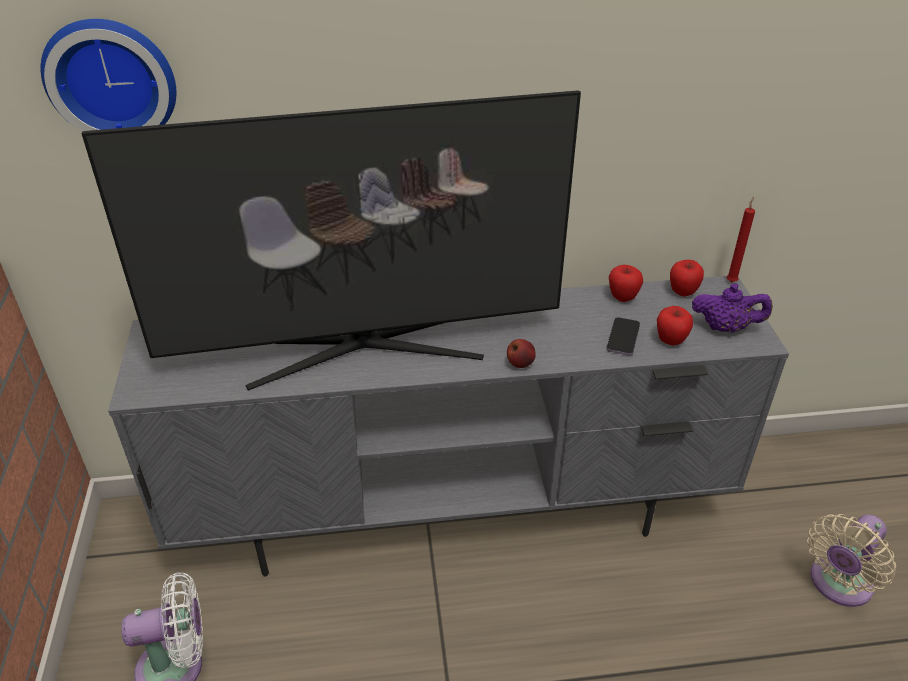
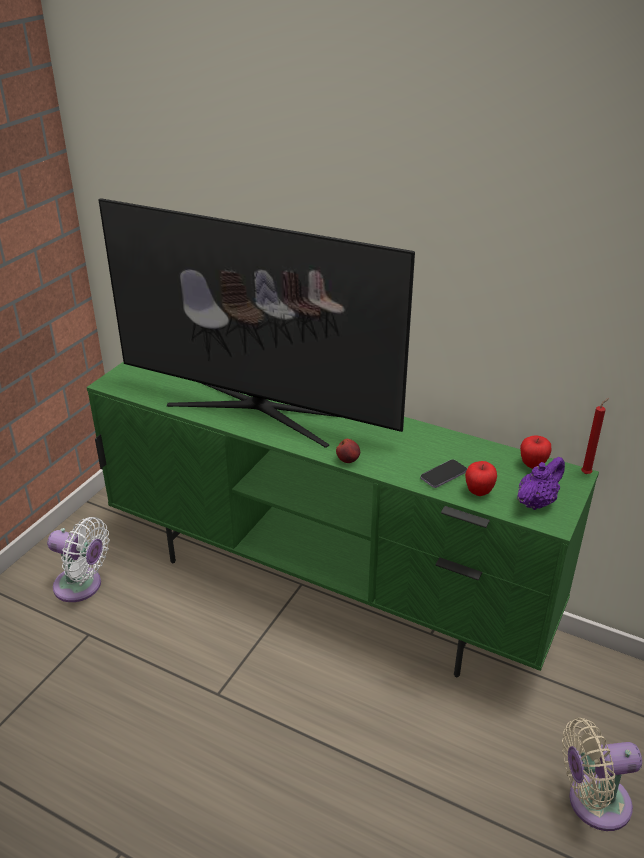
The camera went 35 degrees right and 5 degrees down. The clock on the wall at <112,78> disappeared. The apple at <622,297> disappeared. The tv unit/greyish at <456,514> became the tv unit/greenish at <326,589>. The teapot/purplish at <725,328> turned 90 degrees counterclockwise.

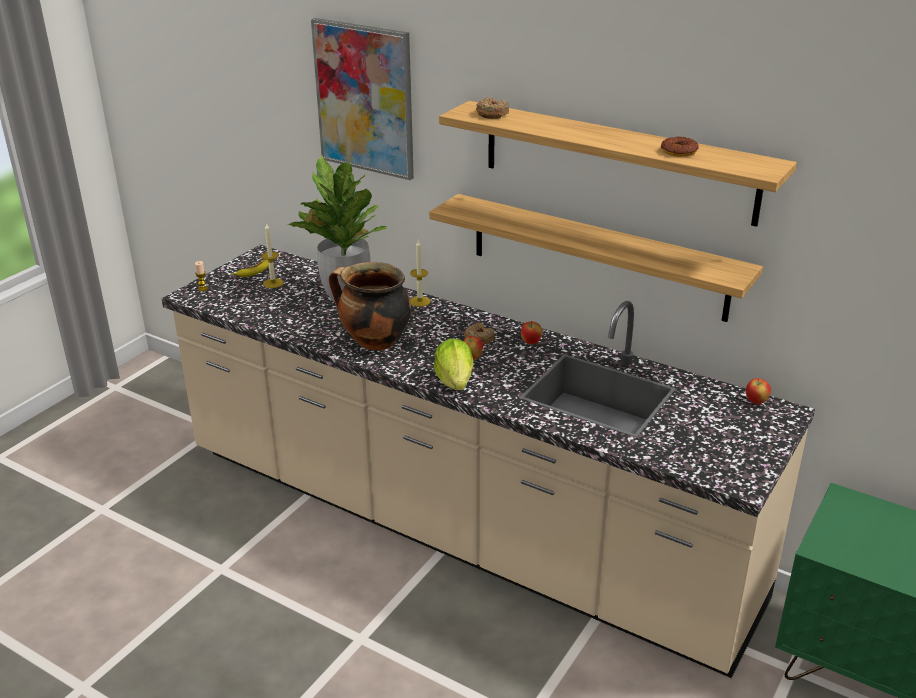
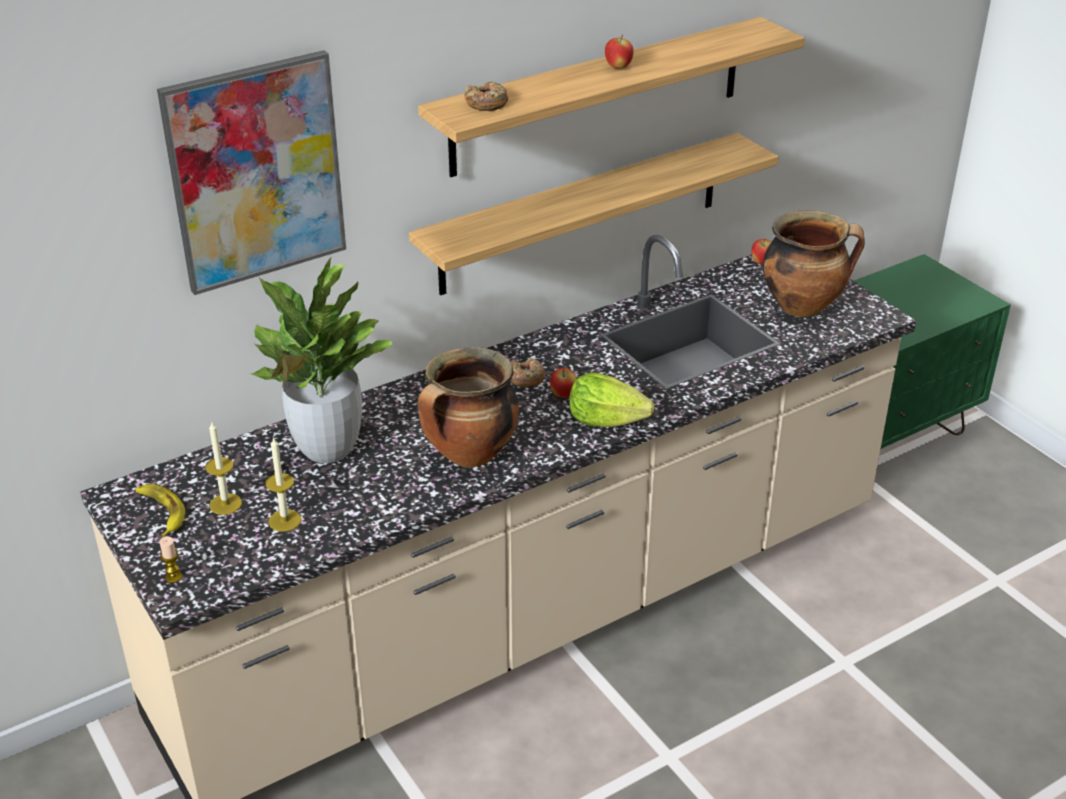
The camera went 65 degrees left and 5 degrees up. The doughnut at <678,151> disappeared. The stockpot at <803,306> appeared. The wax candle moved from <419,301> to <285,520>. The apple moved from <531,342> to <618,67>.

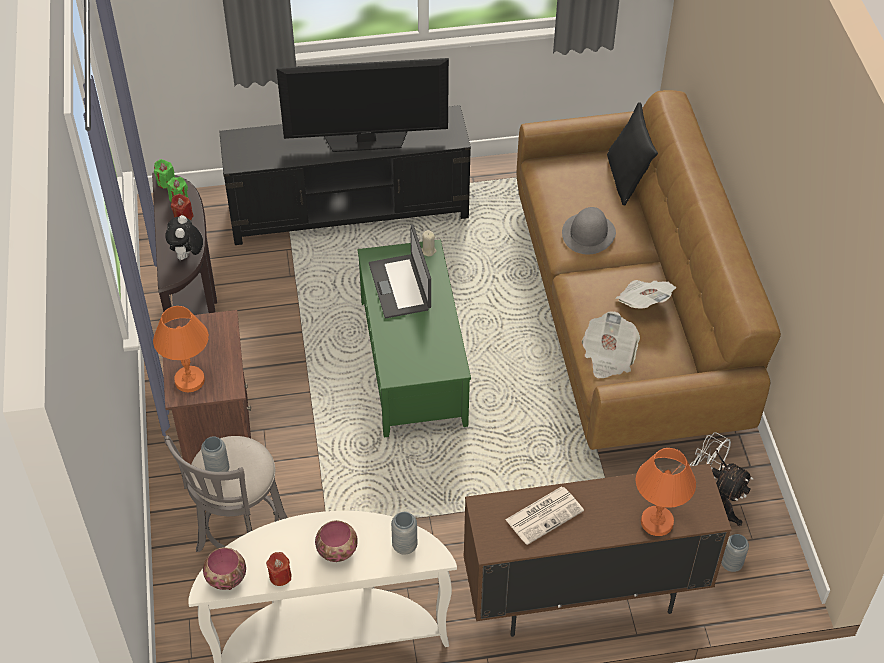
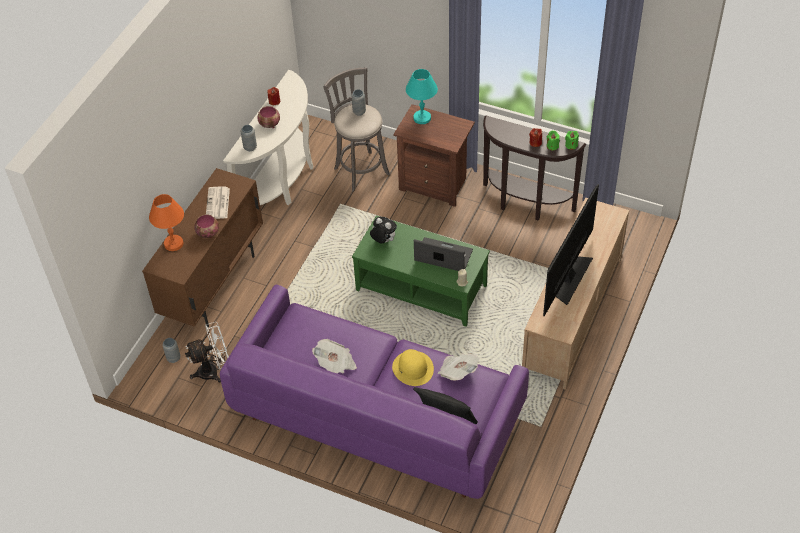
The camera went 125 degrees right and 0 degrees up. The plush toy moved from <187,256> to <383,241>. The deep dish moved from <225,578> to <208,233>. The newspaper moved from <608,356> to <458,372>. The table lamp/orange at <189,380> became the table lamp/blue-green at <421,118>. The tv unit/blackish at <350,210> became the tv unit/sand-coloured at <572,314>. The settee/brown at <628,313> became the settee/purplish at <375,416>. The hat/greyish at <588,233> became the hat/yellowish at <413,368>.

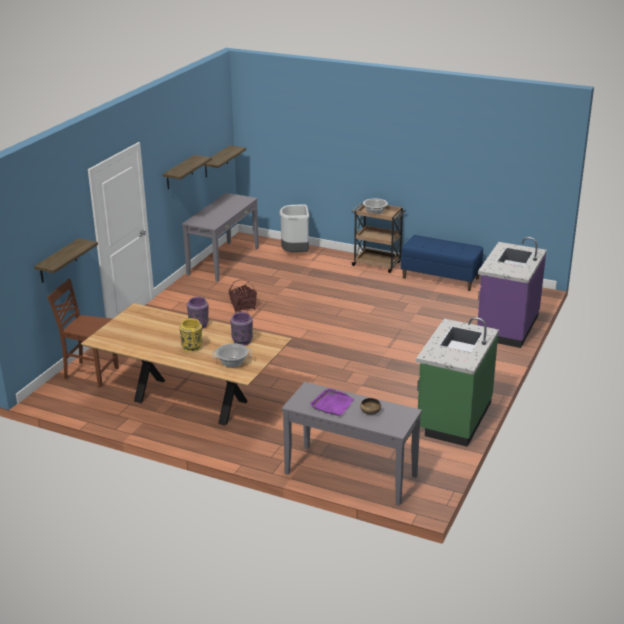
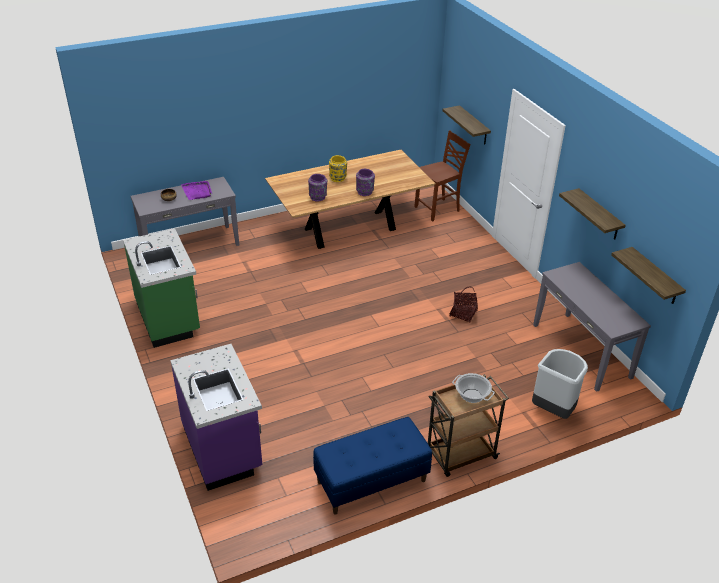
The camera went 130 degrees right and 10 degrees up. The stockpot at <232,363> disappeared.

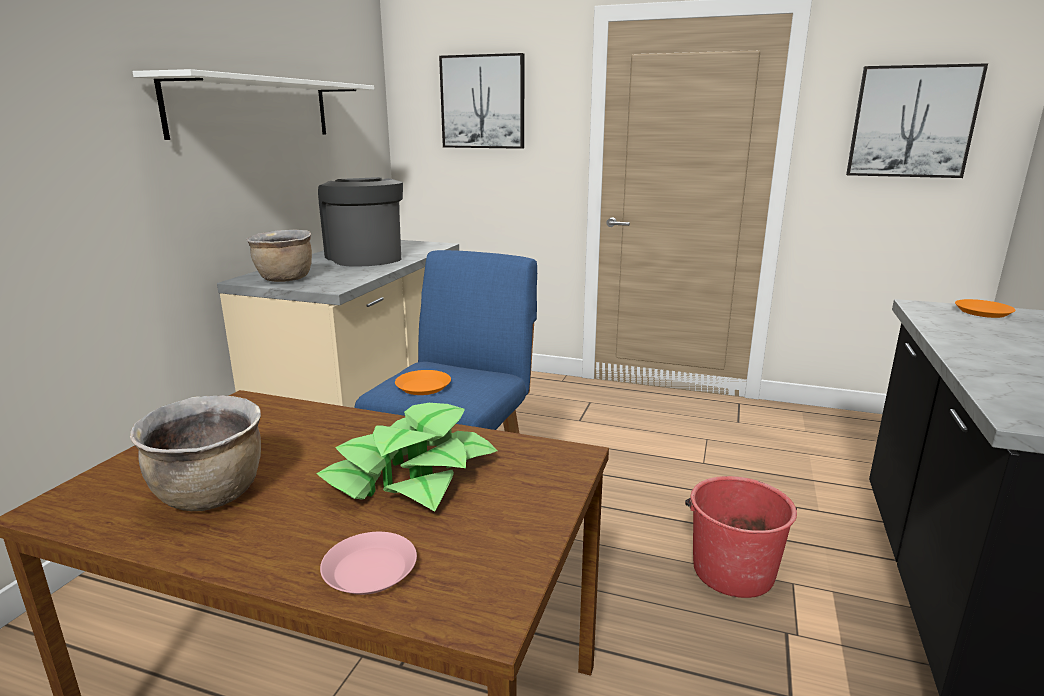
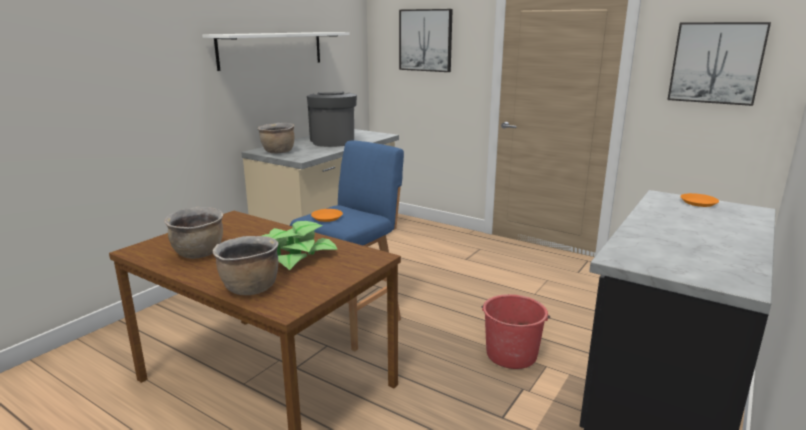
The camera went 15 degrees right and 0 degrees up. The plate/pink-coloured at <370,570> was replaced by the stockpot/brown at <250,288>.

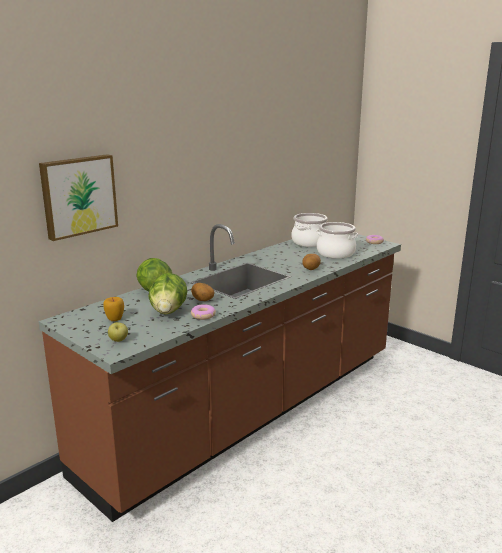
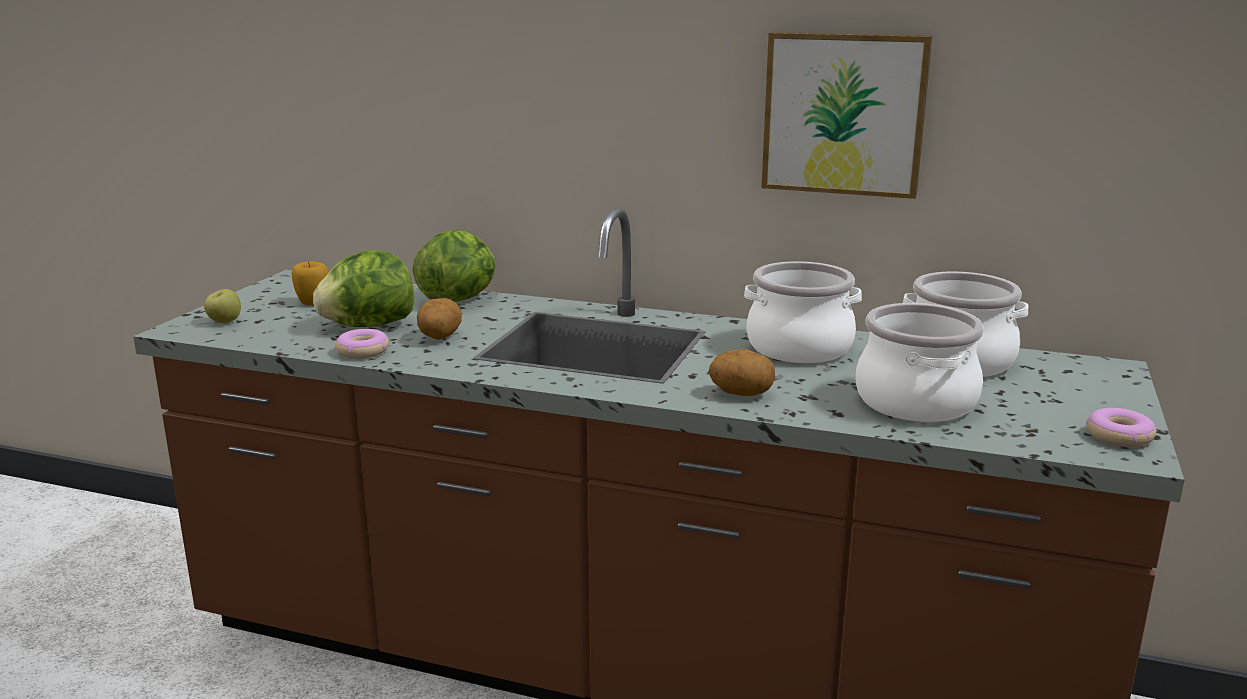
The camera went 65 degrees right and 0 degrees up. The stockpot at <799,347> appeared. The wall art moved from <78,195> to <844,113>.

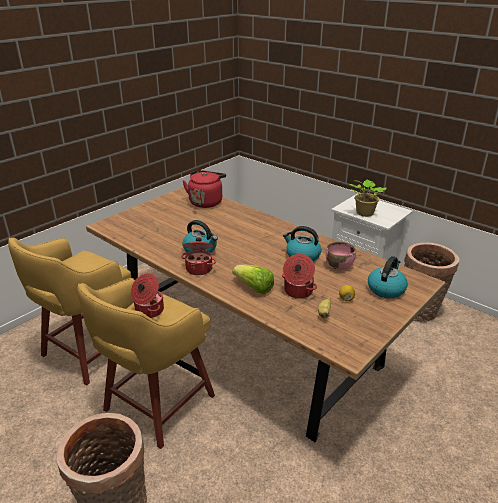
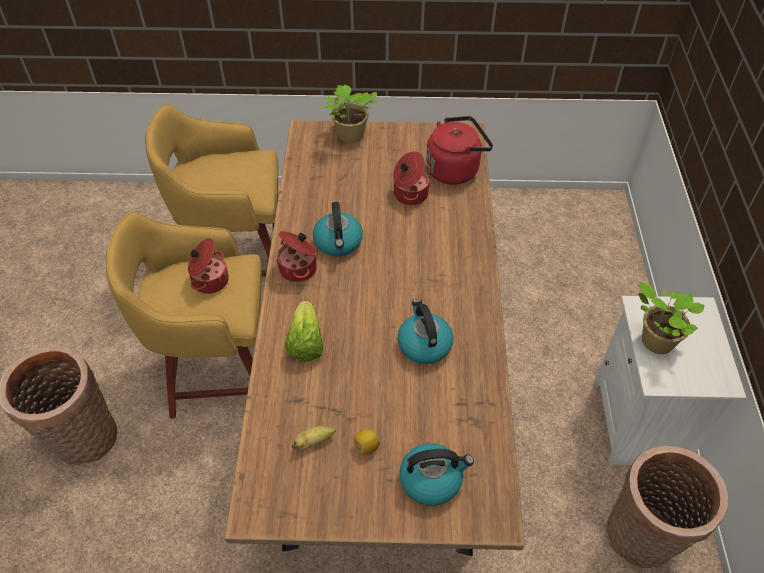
The camera went 50 degrees right and 20 degrees up. The deep dish/pink-coloured at <338,265> disappeared. The plant in a pot at <350,136> appeared. The stockpot moved from <297,291> to <409,194>.

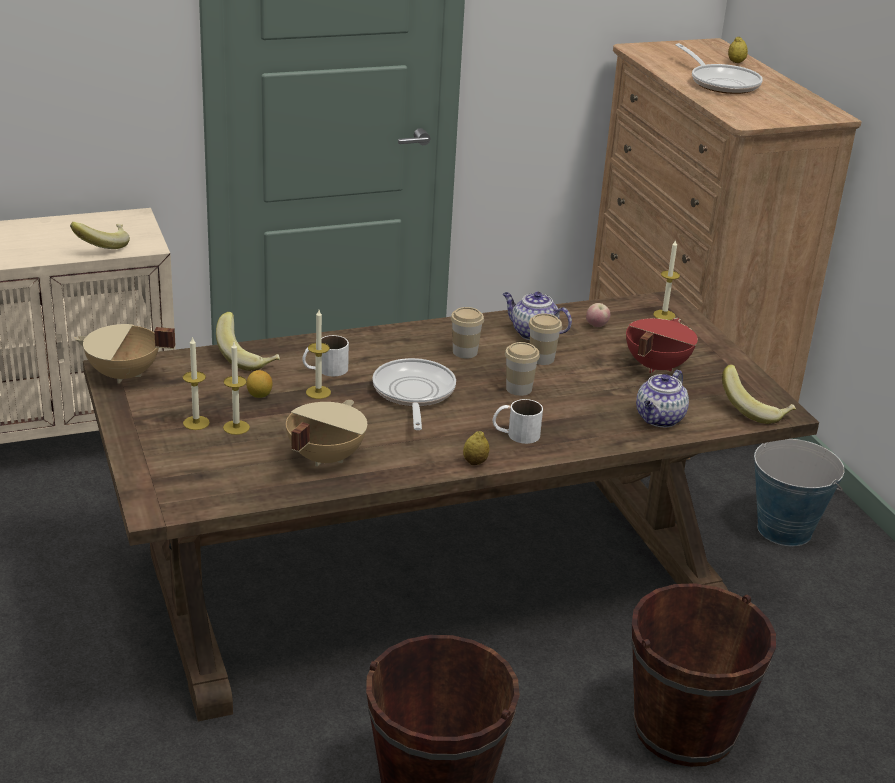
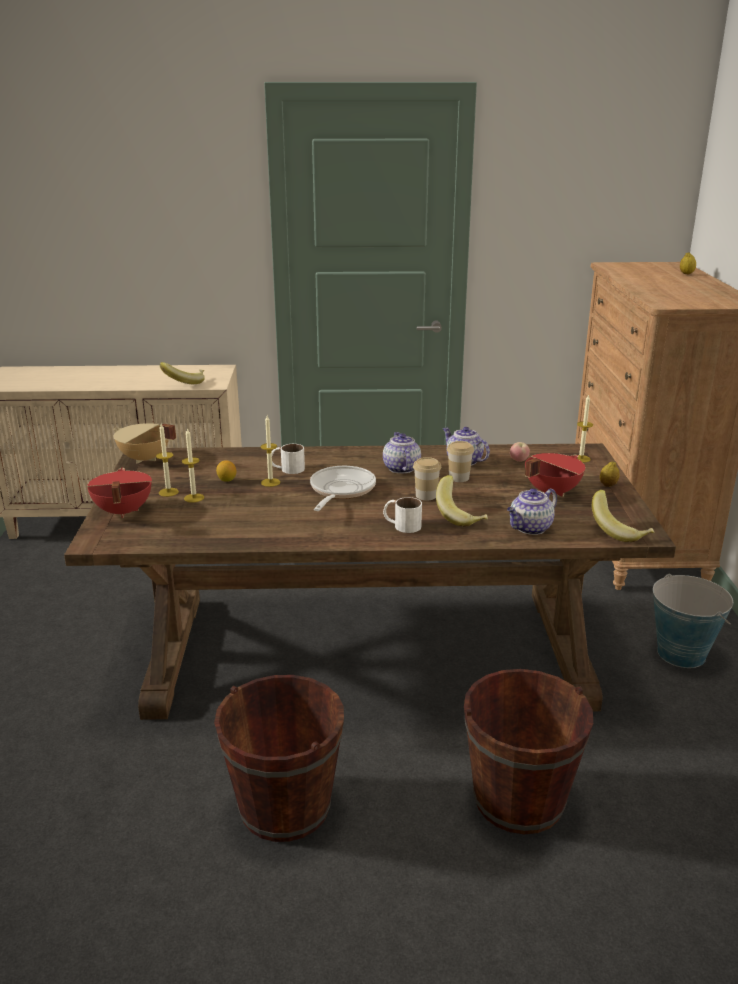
The camera went 20 degrees right and 5 degrees down. The stockpot/sand-coloured at <324,457> disappeared. The pan at <721,83> disappeared. The stockpot/red at <122,512> appeared. The whole banana moved from <248,358> to <461,516>. The whole lemon moved from <475,462> to <608,485>. The cup at <465,352> was replaced by the teapot at <400,468>.

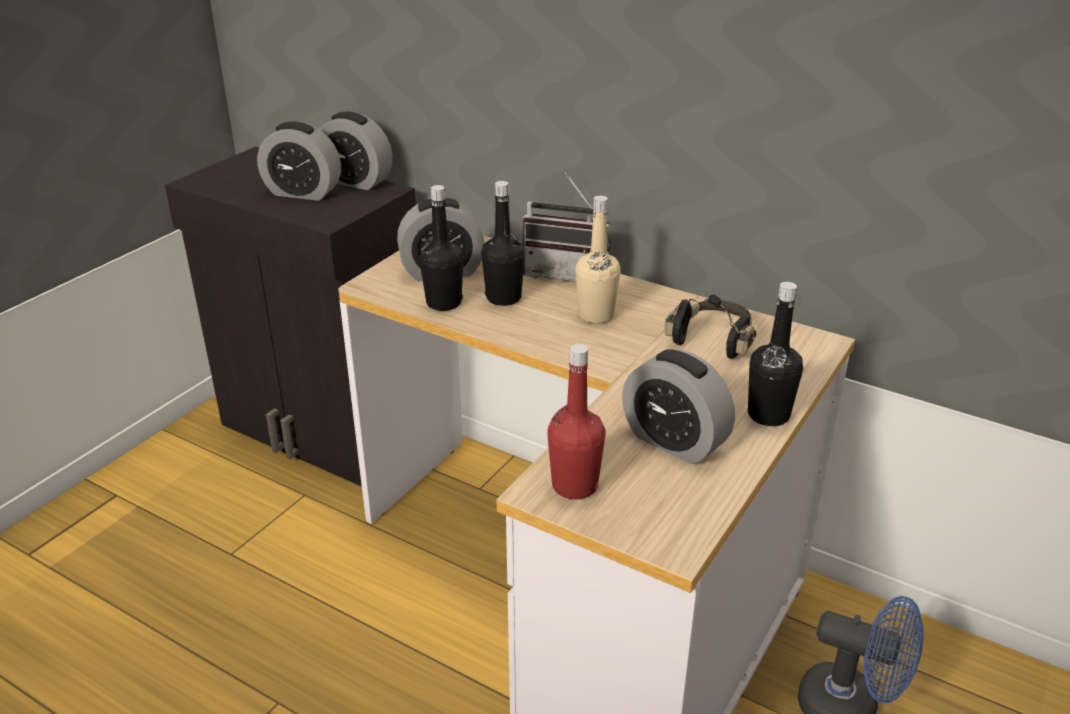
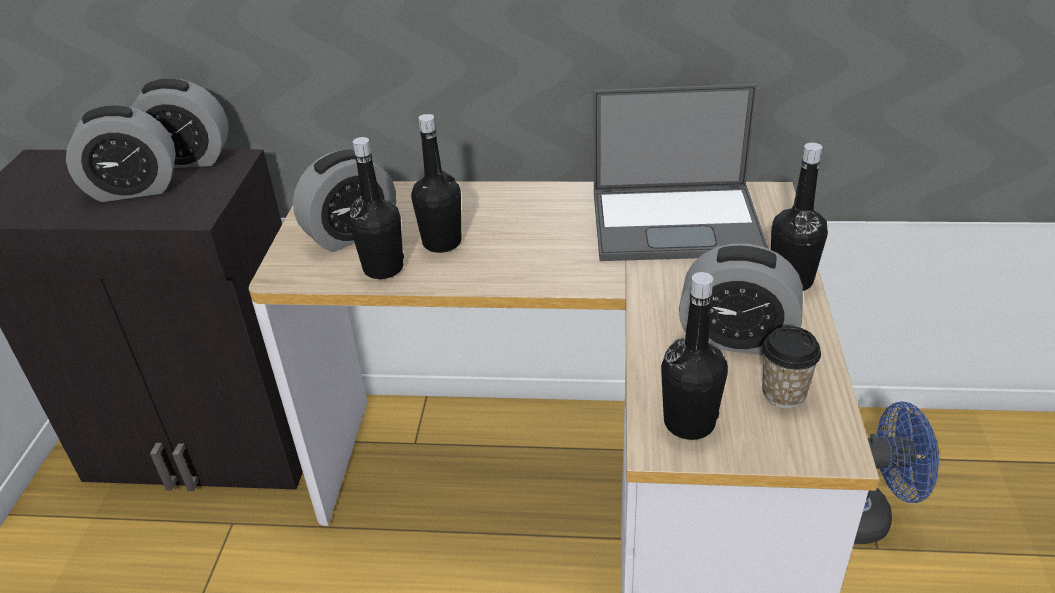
The camera went 25 degrees left and 5 degrees up. The radio at <568,273> disappeared. The bottle/sand-coloured at <596,315> disappeared. The cup at <783,394> appeared. The headset/blackish at <713,340> was replaced by the portable computer at <678,222>. The bottle/red at <575,485> became the bottle/blackish at <689,422>.

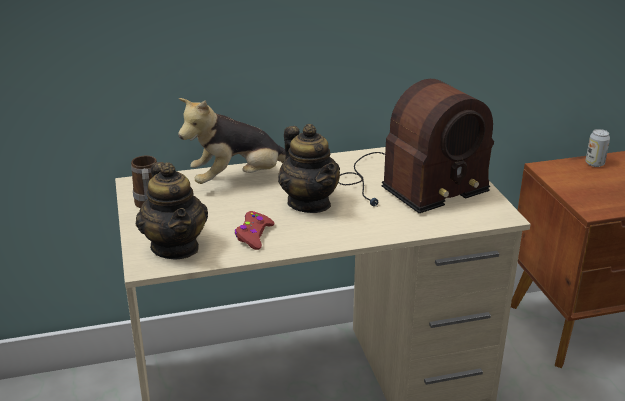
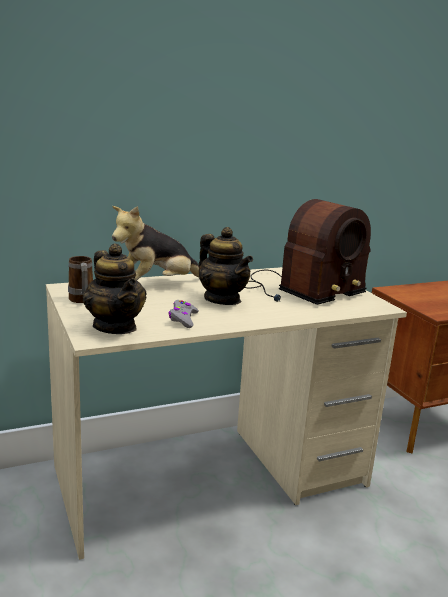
The camera went 10 degrees left and 10 degrees down. The metal can at <594,163> disappeared. The gamepad/red at <254,235> became the gamepad/greyish at <183,319>.

